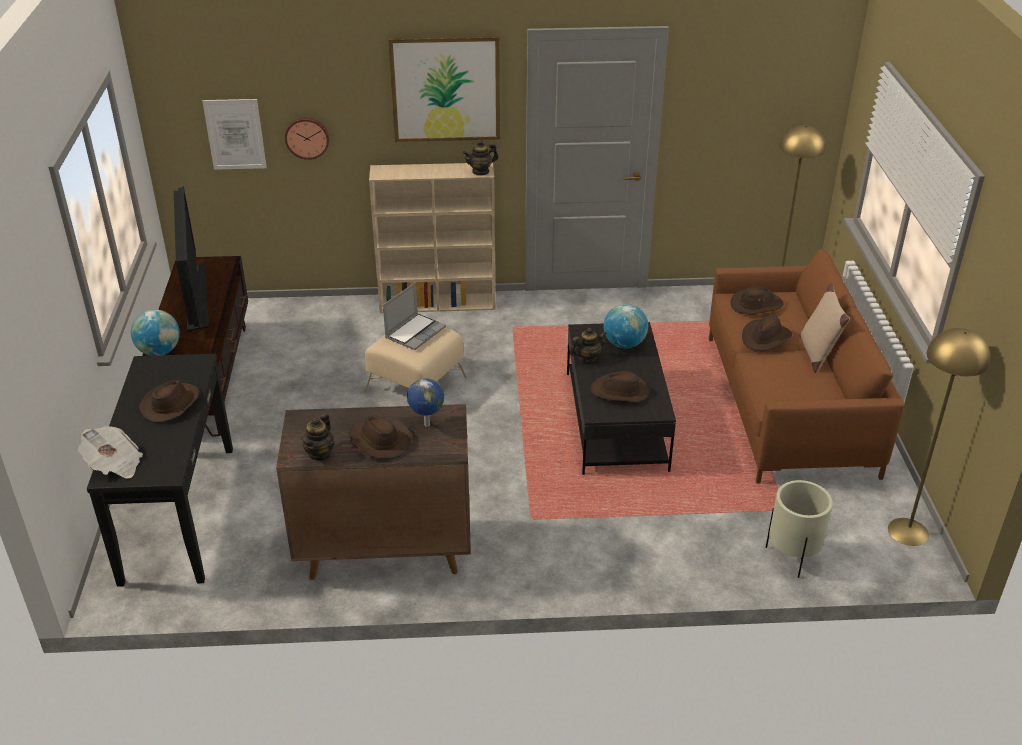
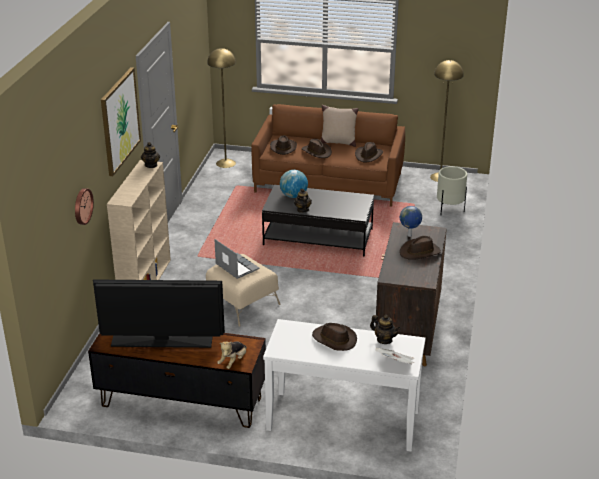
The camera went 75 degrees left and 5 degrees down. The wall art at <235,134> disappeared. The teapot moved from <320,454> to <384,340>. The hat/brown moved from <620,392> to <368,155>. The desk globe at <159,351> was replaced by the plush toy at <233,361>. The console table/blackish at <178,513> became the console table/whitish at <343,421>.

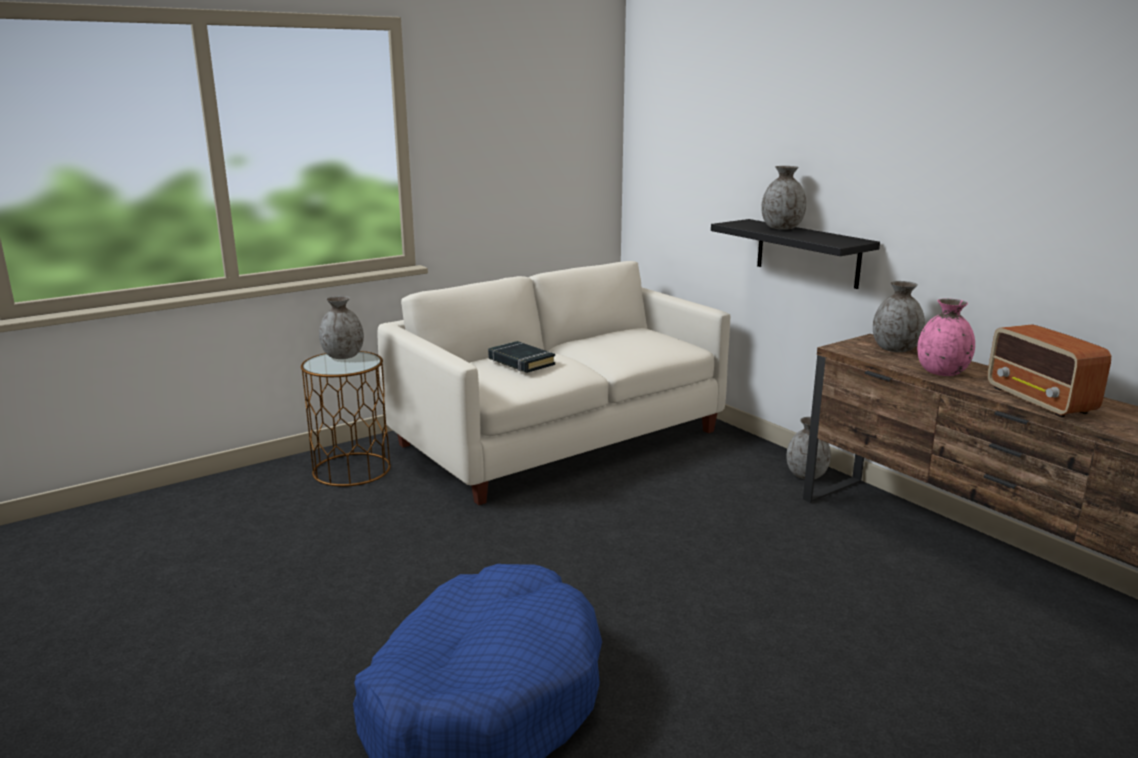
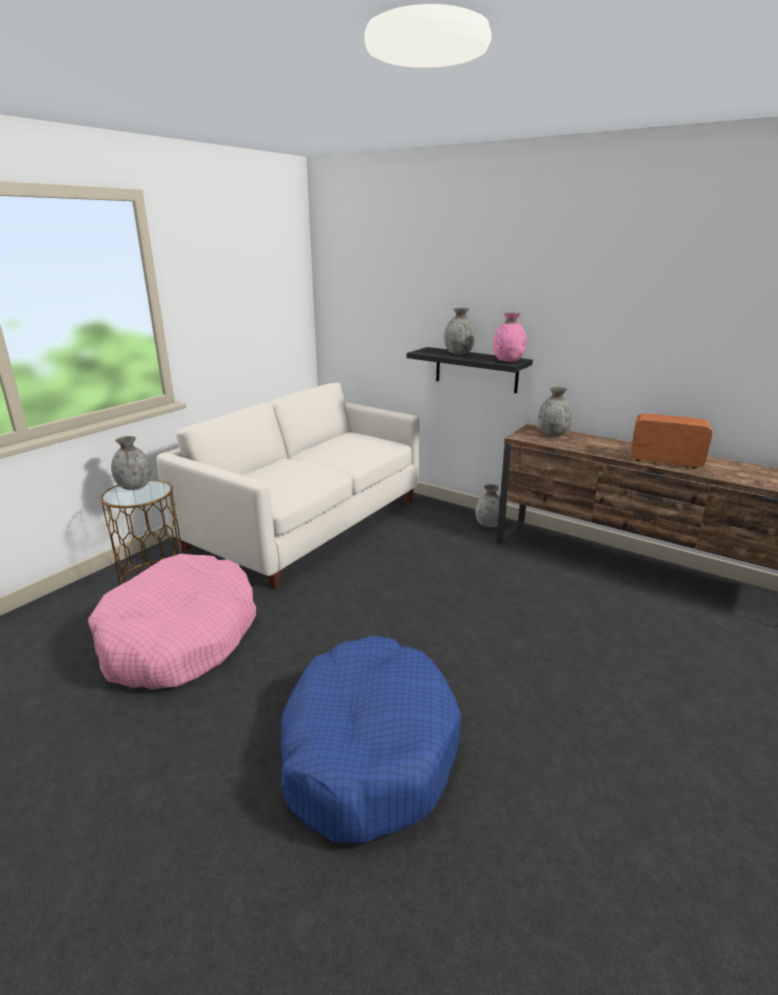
The camera went 20 degrees left and 5 degrees up. The book/blackish at <521,362> disappeared. The dog bed/pink-coloured at <179,637> appeared. The decorative vase/pink-coloured moved from <942,372> to <508,360>. The radio at <1040,401> turned 150 degrees clockwise.

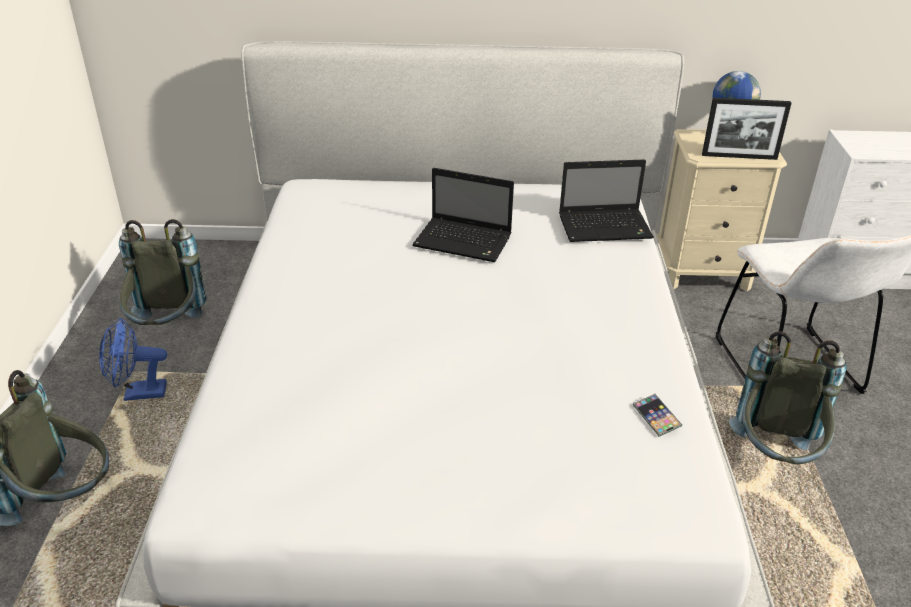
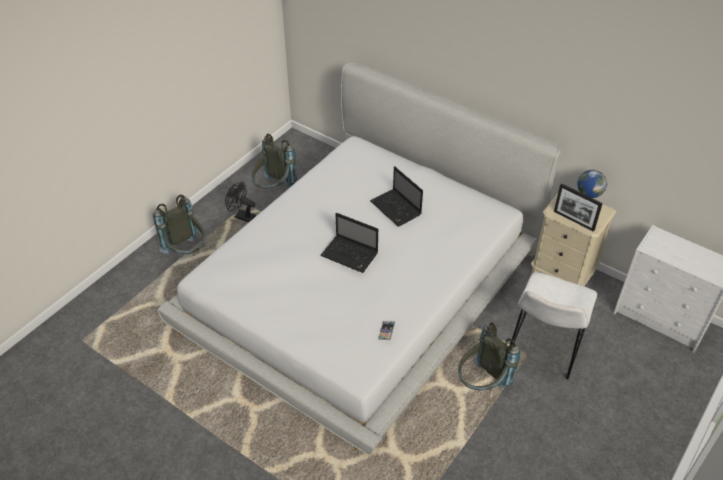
The camera went 35 degrees right and 10 degrees up. The portable computer moved from <606,227> to <350,255>. The fan/blue at <138,394> became the fan/blackish at <241,216>.

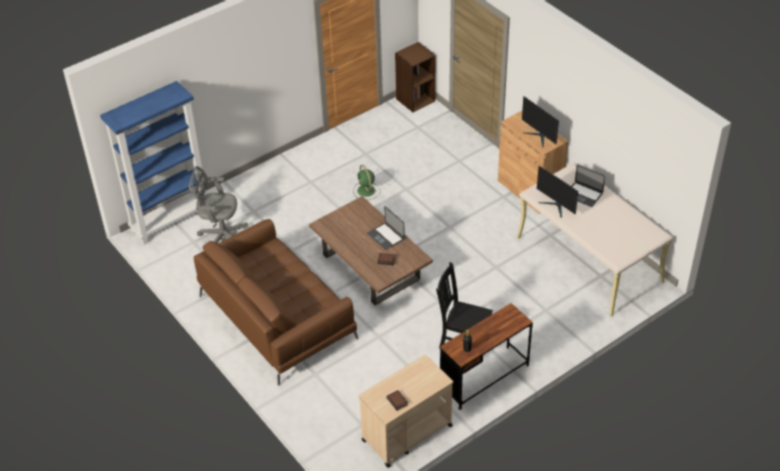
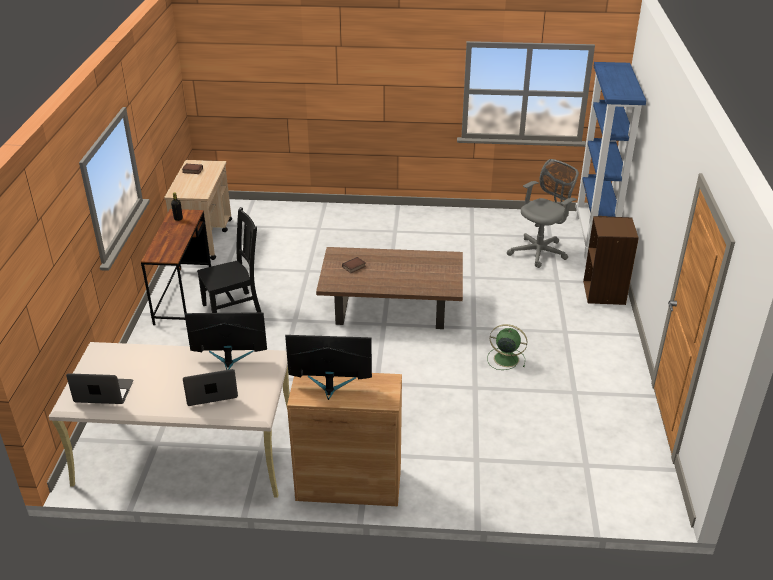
The camera went 130 degrees right and 10 degrees down. The settee/brown at <276,316> disappeared. The portable computer moved from <385,236> to <104,392>. The shelving unit/brown moved from <415,99> to <604,293>.

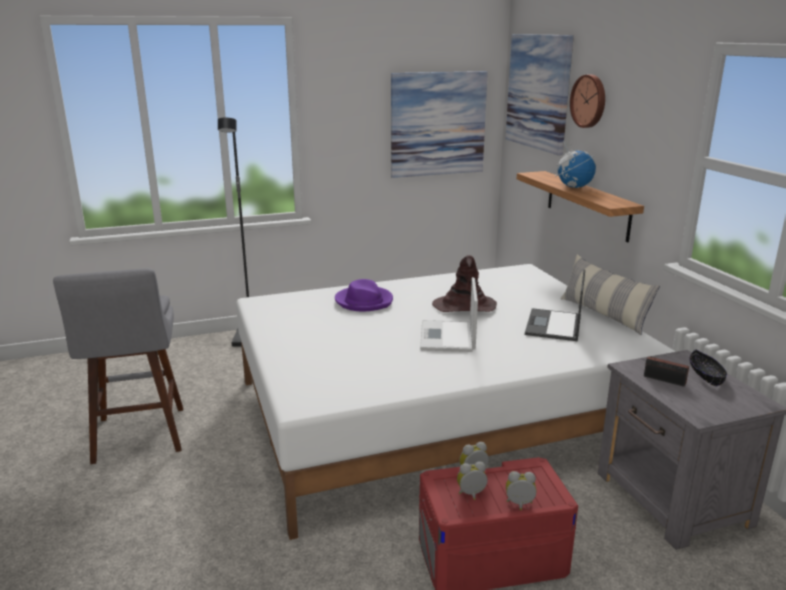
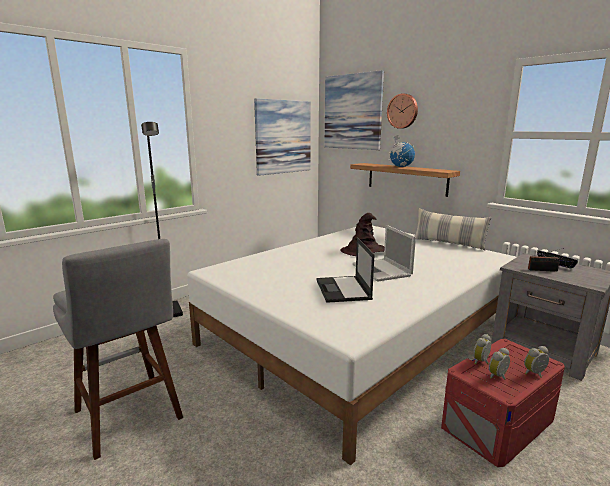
The camera went 25 degrees left and 5 degrees down. The hat/purplish at <364,301> disappeared. The portable computer moved from <553,325> to <343,289>.

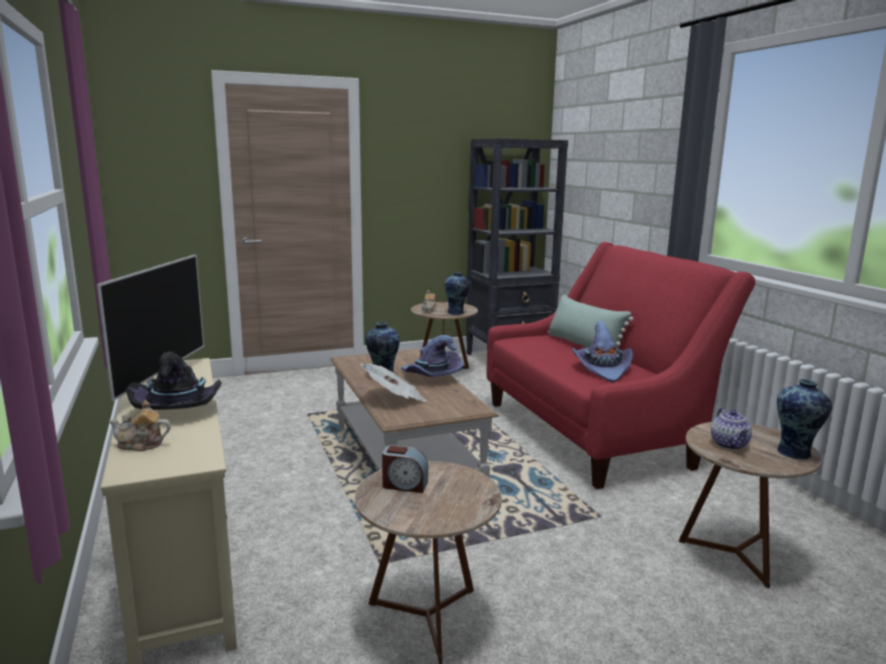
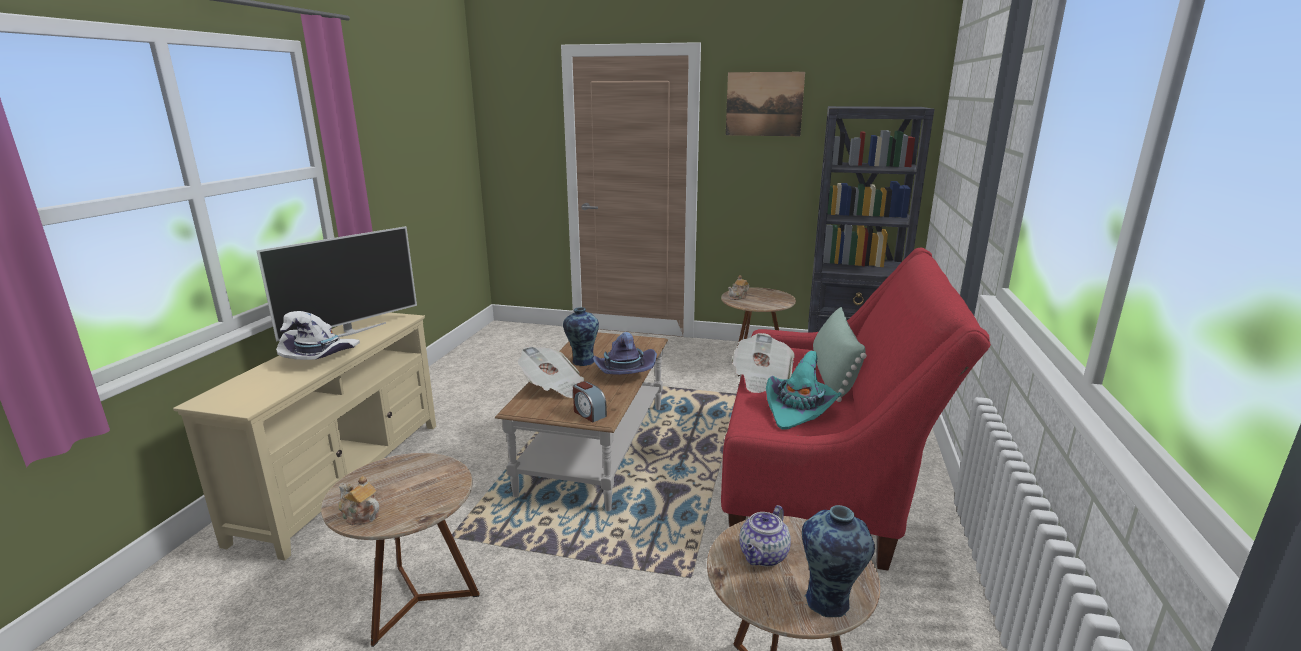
The camera went 35 degrees right and 5 degrees up. The decorative vase at <456,313> disappeared. The wall art at <764,104> appeared. The newspaper at <761,379> appeared. The teapot moved from <141,445> to <360,515>. The bedside clock moved from <404,485> to <589,413>. The hat/blackish at <178,408> became the hat/whitish at <320,357>. The hat/purplish at <602,369> became the hat/blue-green at <799,410>.

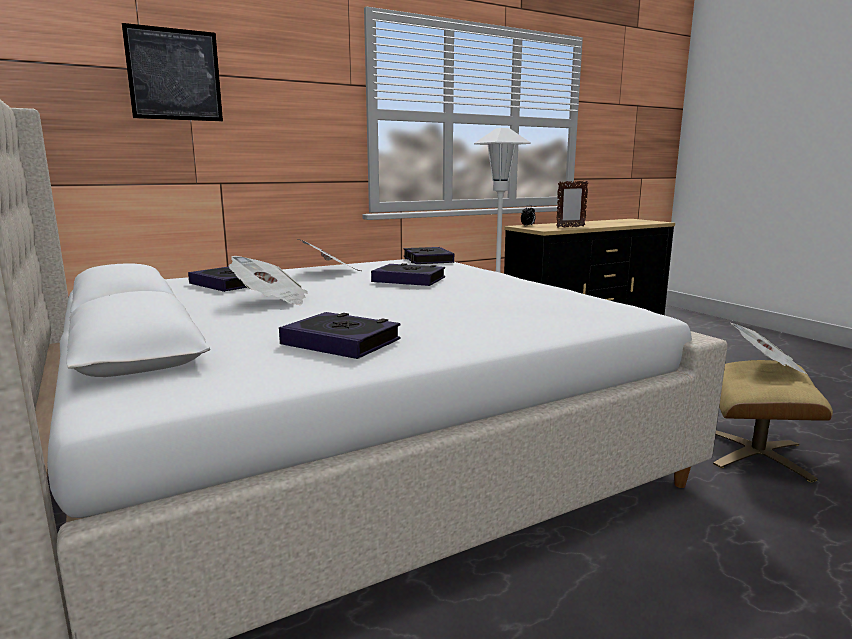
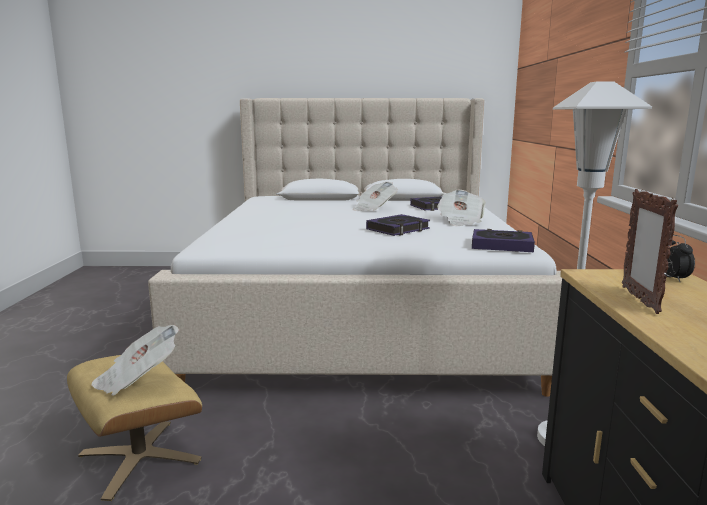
The camera went 120 degrees right and 0 degrees up. The wall art at <174,74> disappeared. The book at <341,342> disappeared.

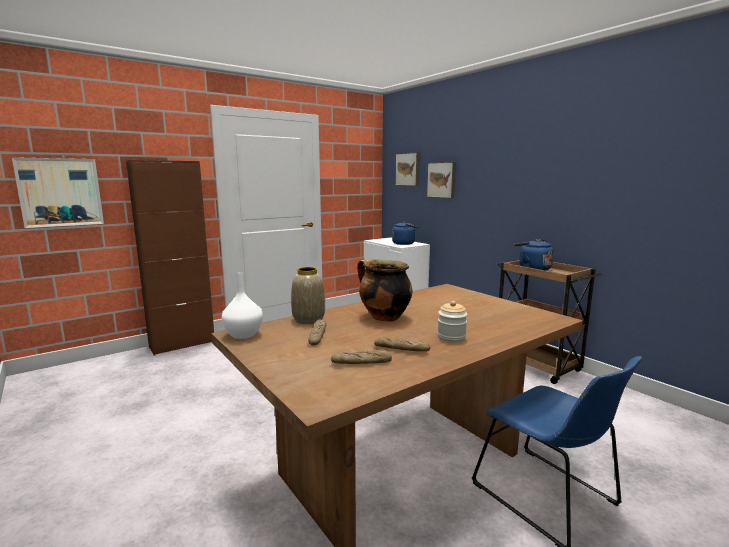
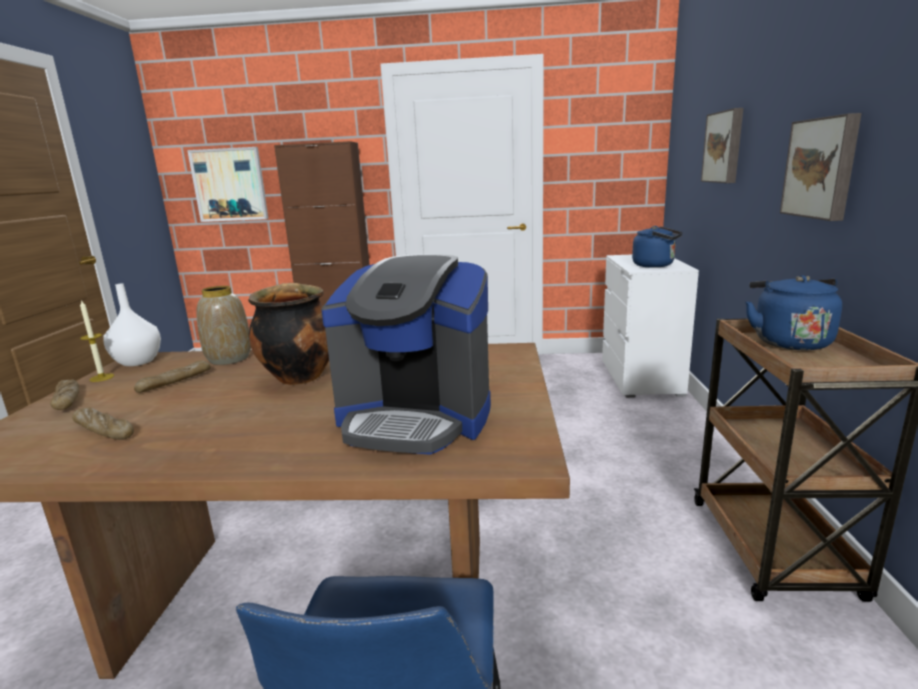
The camera went 40 degrees right and 5 degrees up. The storage jar at <451,337> disappeared. The wax candle at <102,377> appeared. The coffee brewer at <415,419> appeared. The baked bread moved from <401,349> to <67,401>. The wall art moved from <408,169> to <822,168>.

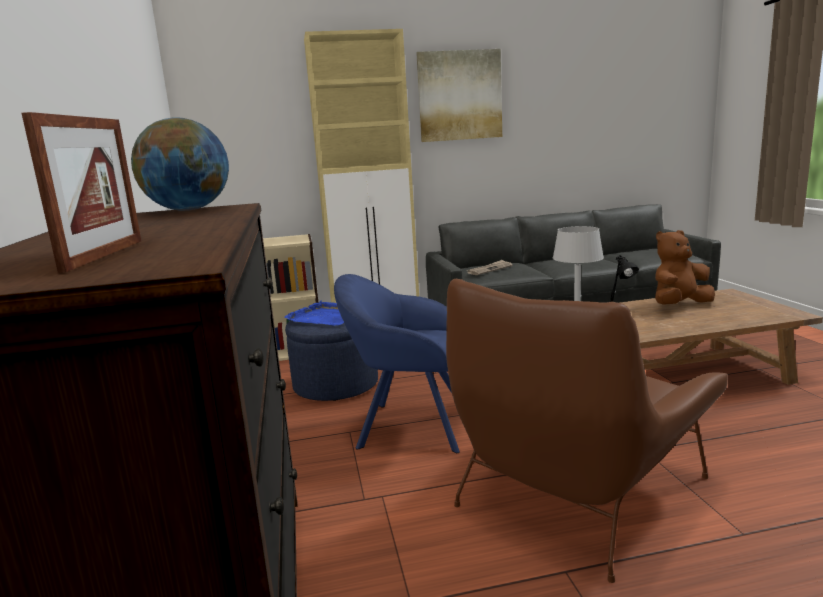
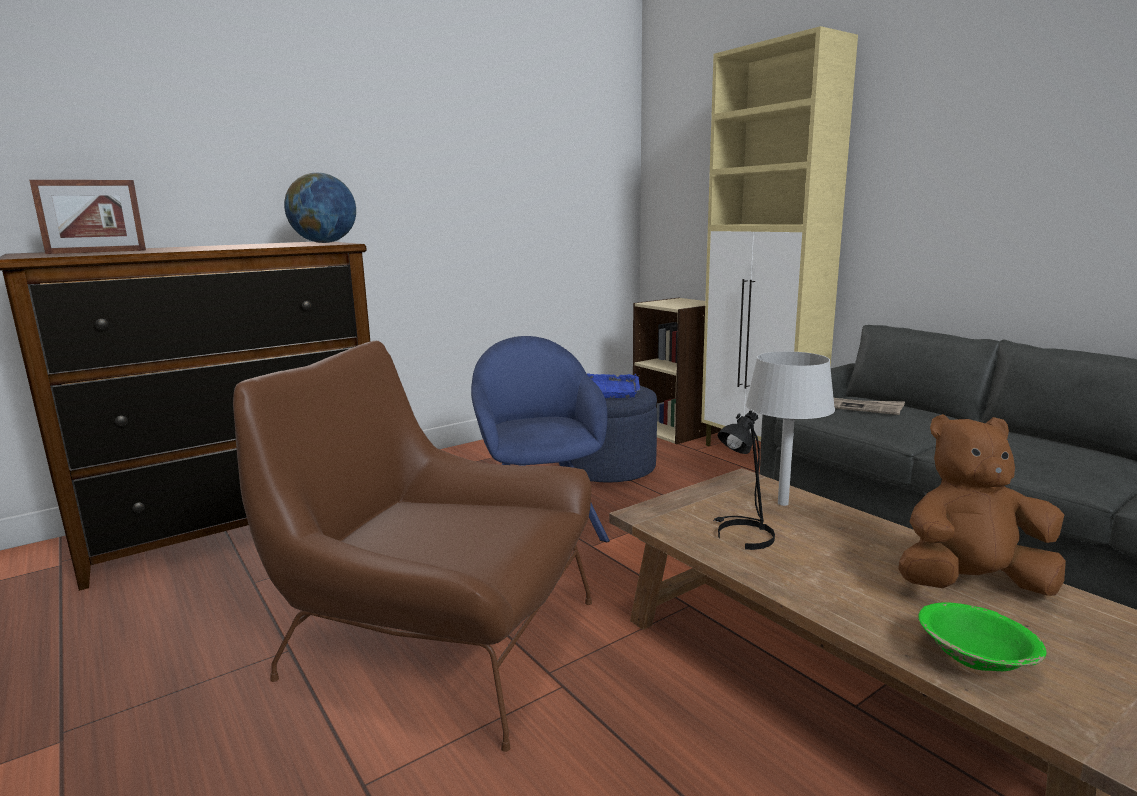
The camera went 65 degrees right and 0 degrees up. The wall art at <459,96> disappeared. The deep dish/greenish at <975,659> appeared. The plush toy/brown at <679,305> turned 45 degrees counterclockwise.

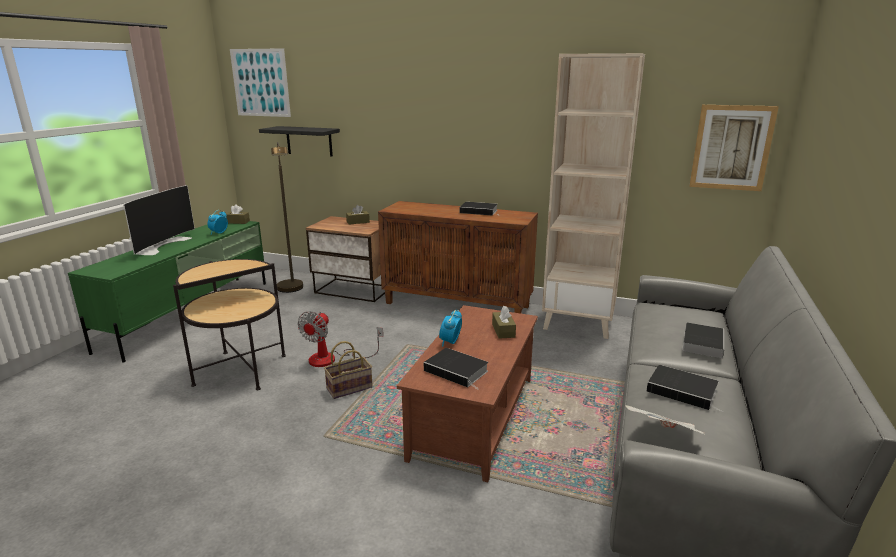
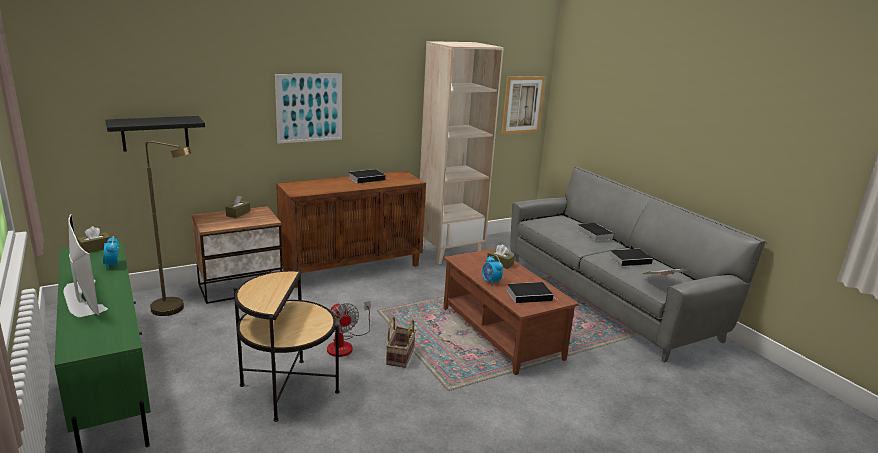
The camera went 50 degrees left and 0 degrees up. The wall art moved from <260,83> to <309,108>.

